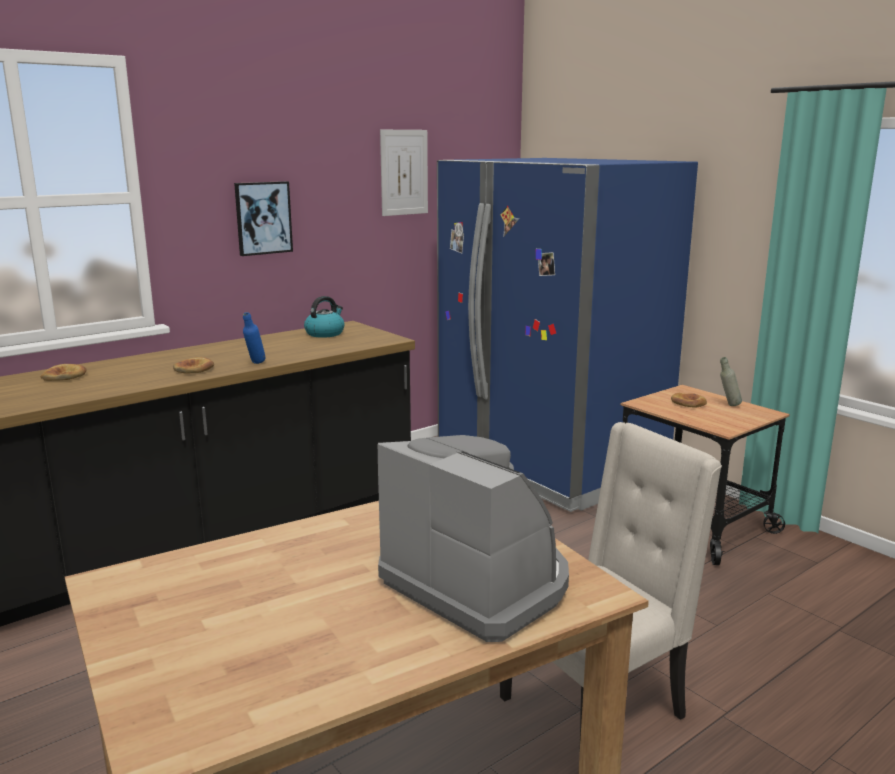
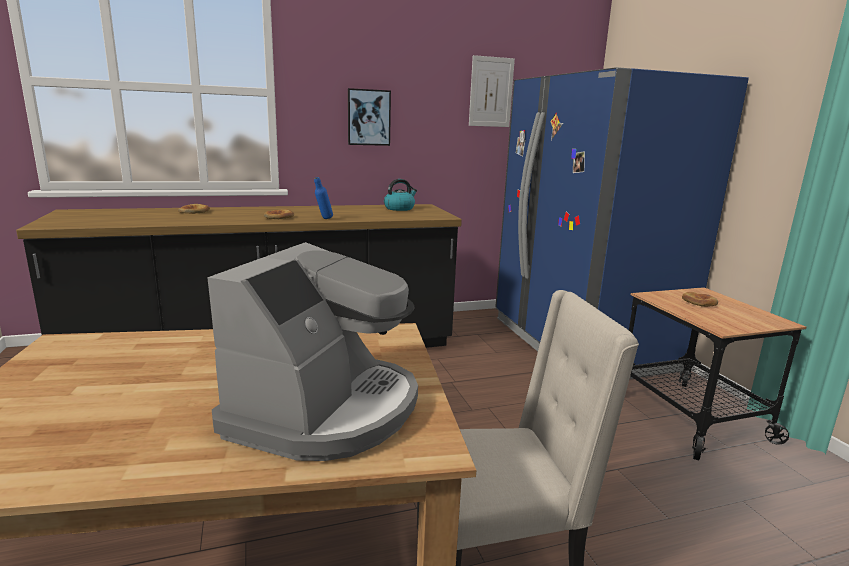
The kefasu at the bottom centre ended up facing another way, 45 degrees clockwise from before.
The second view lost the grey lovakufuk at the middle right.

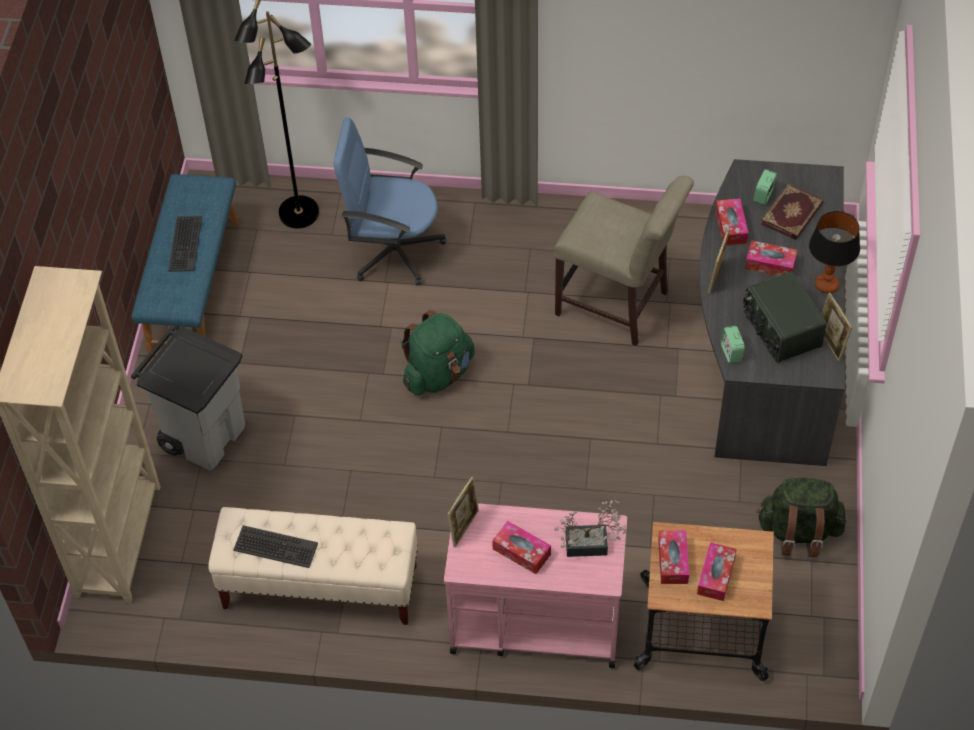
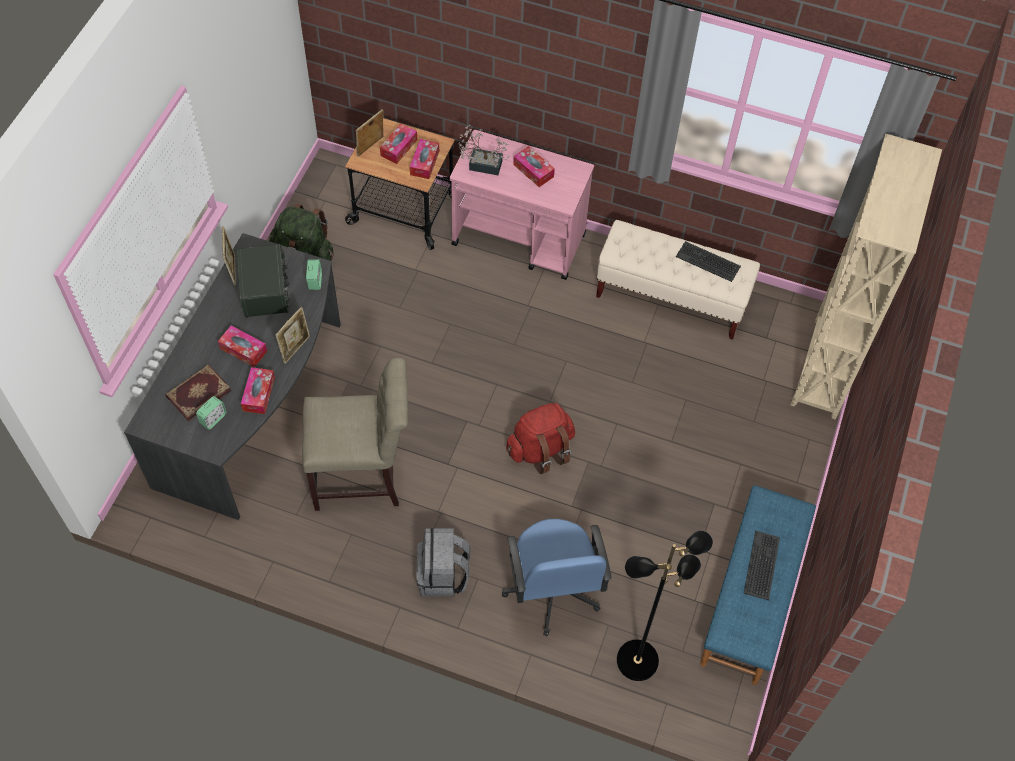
The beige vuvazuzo at the centre ended up facing another way, 135 degrees clockwise from before.
The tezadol (no. 1 from left in the first image) ended up elsewhere, having gone from the bottom centre to the top centre.
The second view gained the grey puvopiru at the bottom centre.
The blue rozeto at the top centre ended up facing another way, 60 degrees clockwise from before.
What was the green puvopiru (no. 1 from left) at the centre turned into the red puvopiru at the centre.
The second view lost the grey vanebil at the middle left.
The second view lost the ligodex at the middle right.

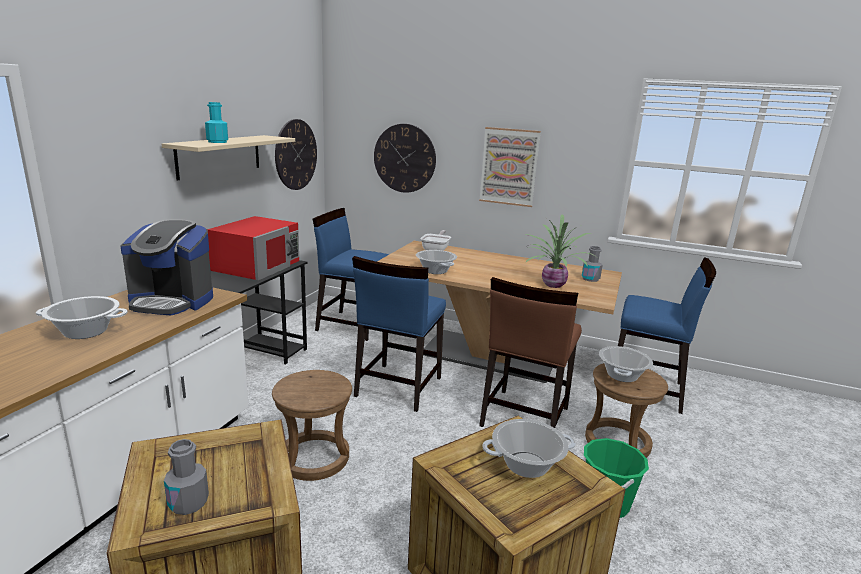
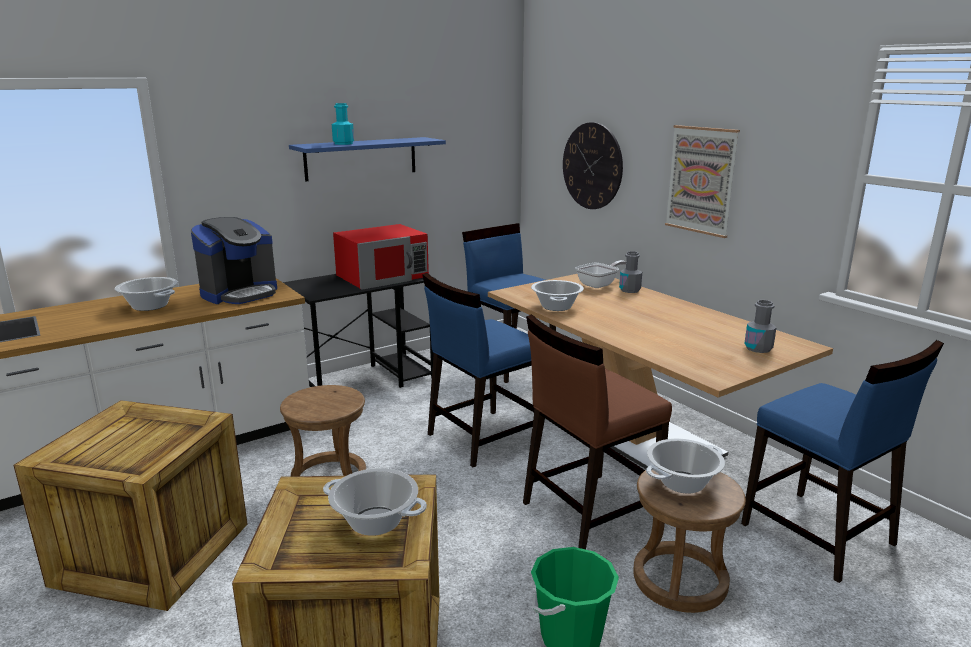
The kefasu at the middle left ended up facing another way, 90 degrees counterclockwise from before.
What was the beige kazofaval at the top left turned into the blue kazofaval at the top centre.
The grey lovakufuk (no. 1 from left) ended up elsewhere, having gone from the bottom left to the centre.
The second view lost the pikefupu (no. 1 from left) at the top centre.
The second view lost the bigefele at the centre.

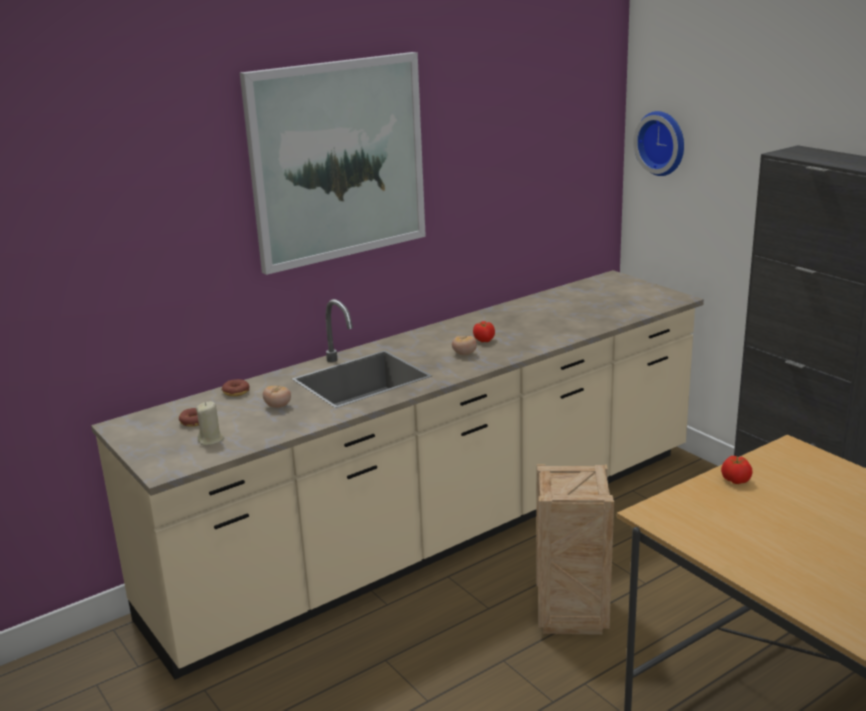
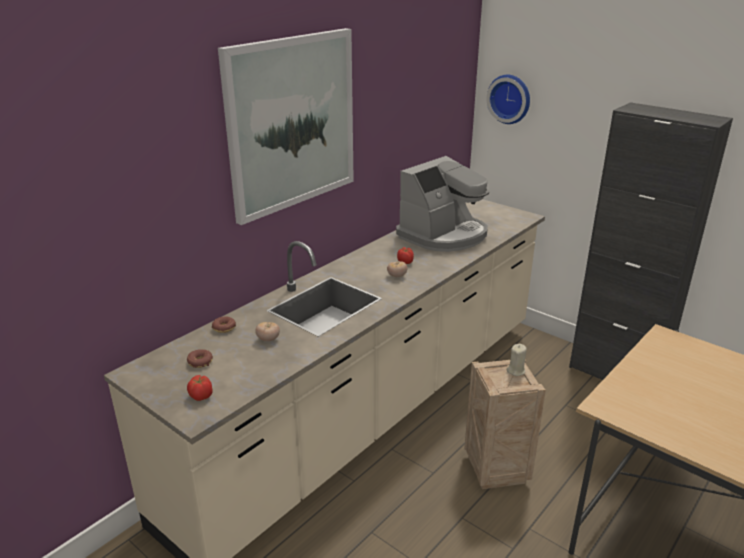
The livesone (no. 4 from left in the first image) ended up elsewhere, having gone from the middle right to the bottom left.
The second view gained the kefasu at the centre.
The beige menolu ended up elsewhere, having gone from the middle left to the middle right.

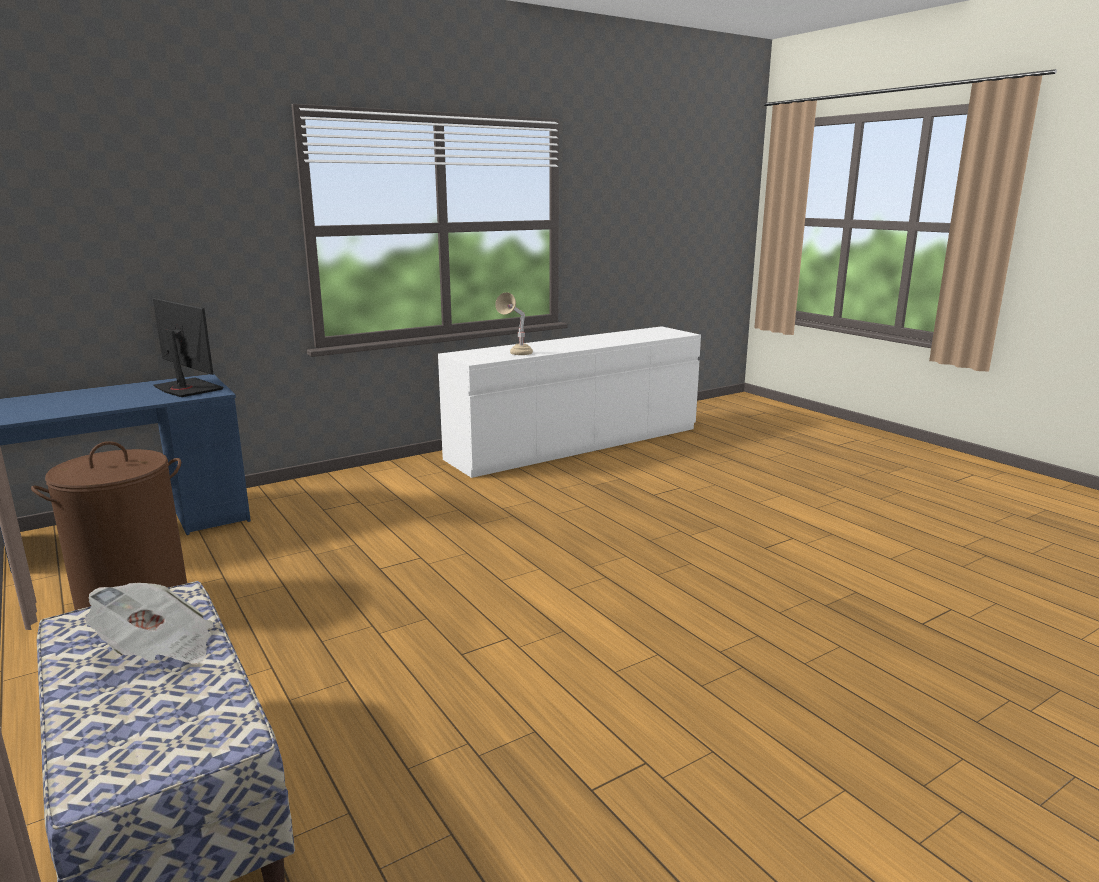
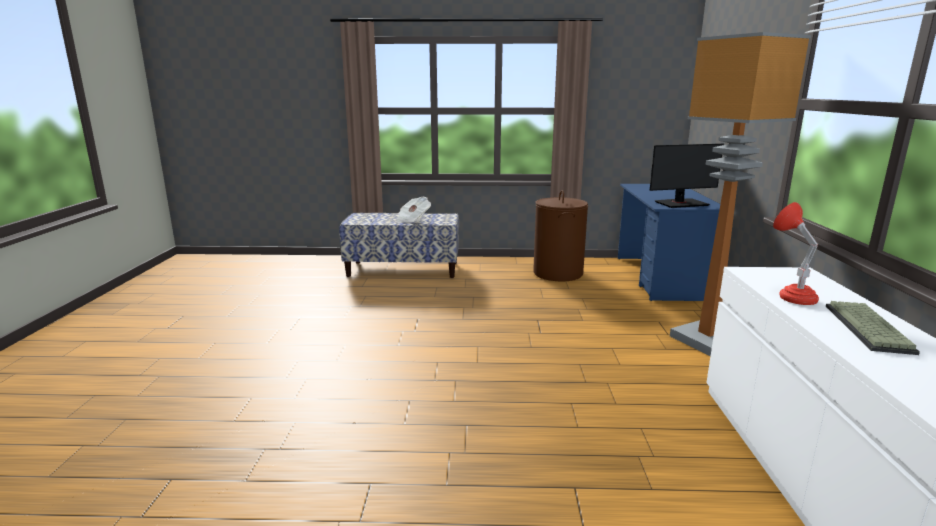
The second view gained the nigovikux at the middle right.
What was the beige ligodex at the centre turned into the red ligodex at the middle right.
The second view gained the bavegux at the middle right.

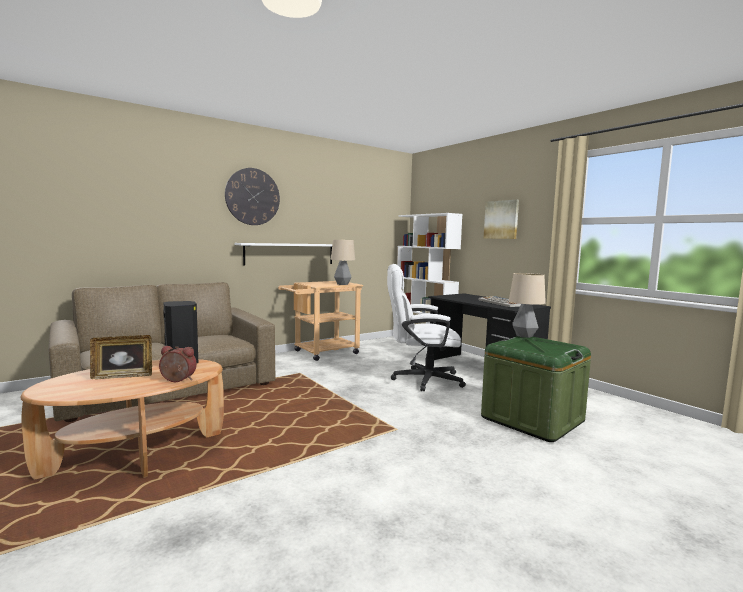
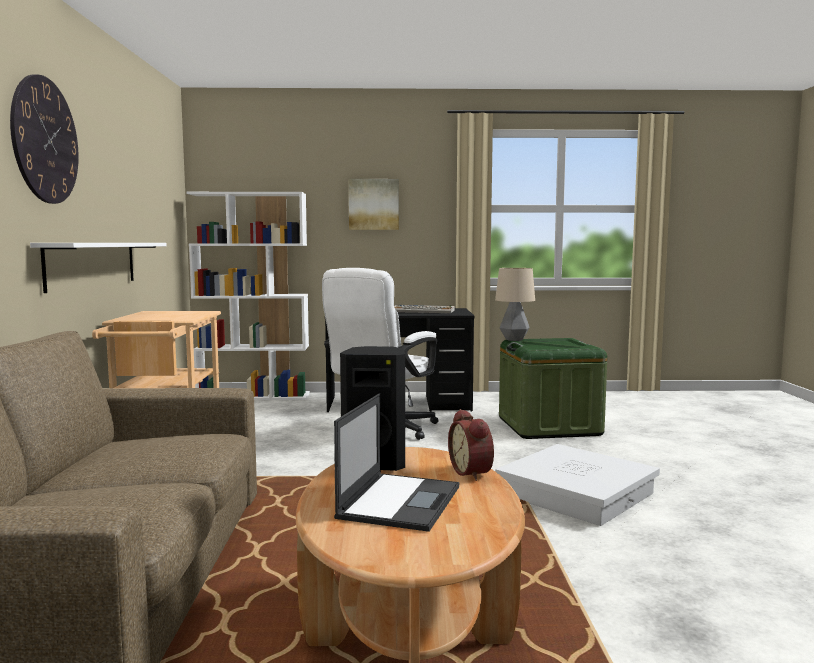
Where the tezadol stood at the middle left, the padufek came to stand at the bottom centre.
The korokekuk at the middle left ended up facing another way, 60 degrees counterclockwise from before.
The second view gained the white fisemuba at the bottom right.
The second view lost the ligodex (no. 1 from left) at the centre.

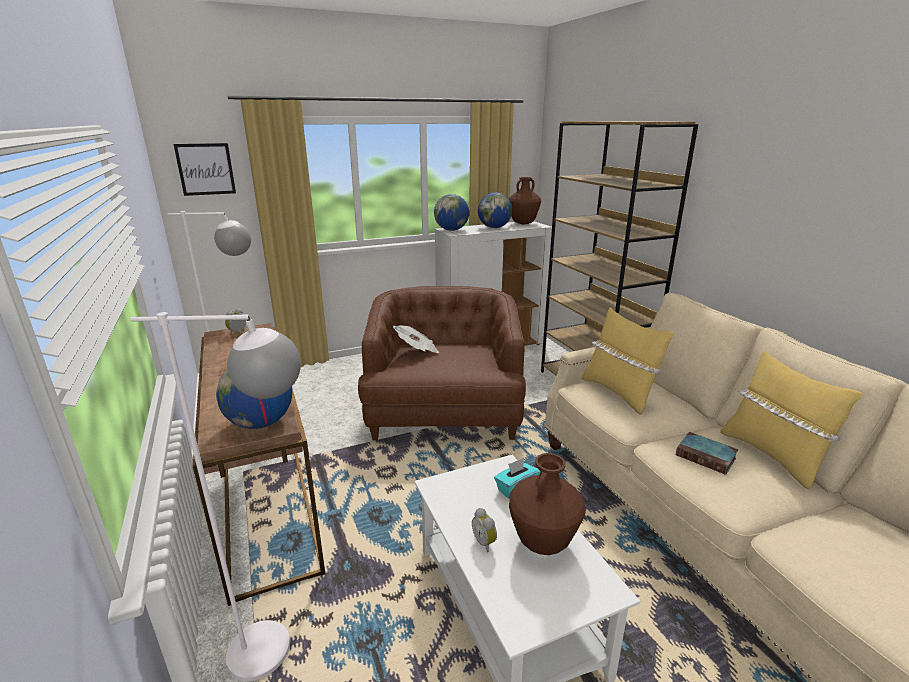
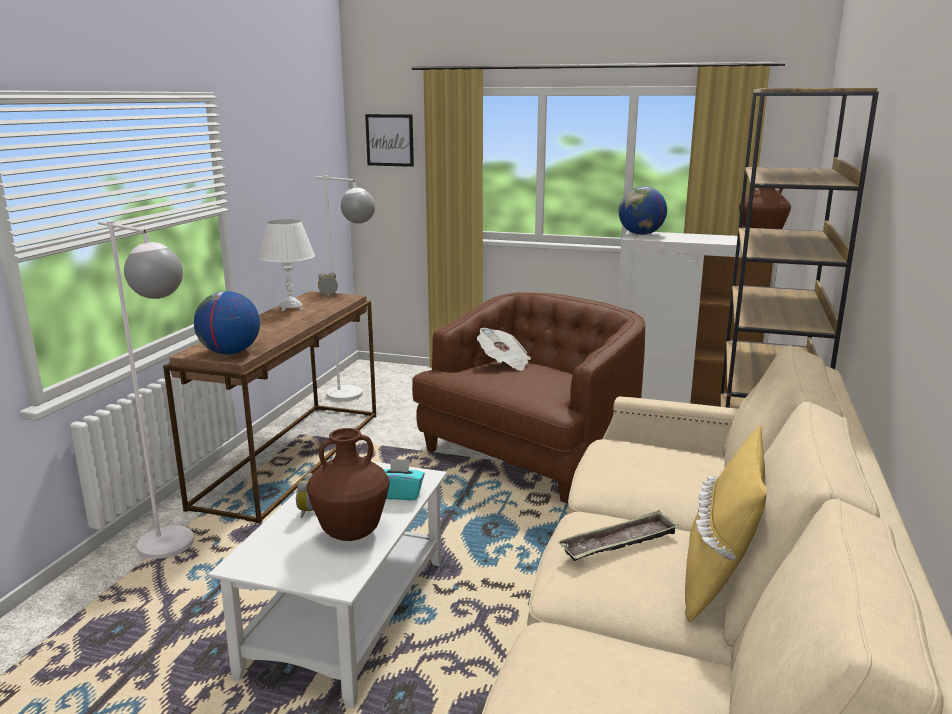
The second view gained the white ligodex at the middle left.
Where the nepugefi stood at the middle right, the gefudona came to stand at the bottom centre.
The second view lost the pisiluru (no. 3 from left) at the top centre.
The second view lost the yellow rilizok (no. 1 from left) at the middle right.

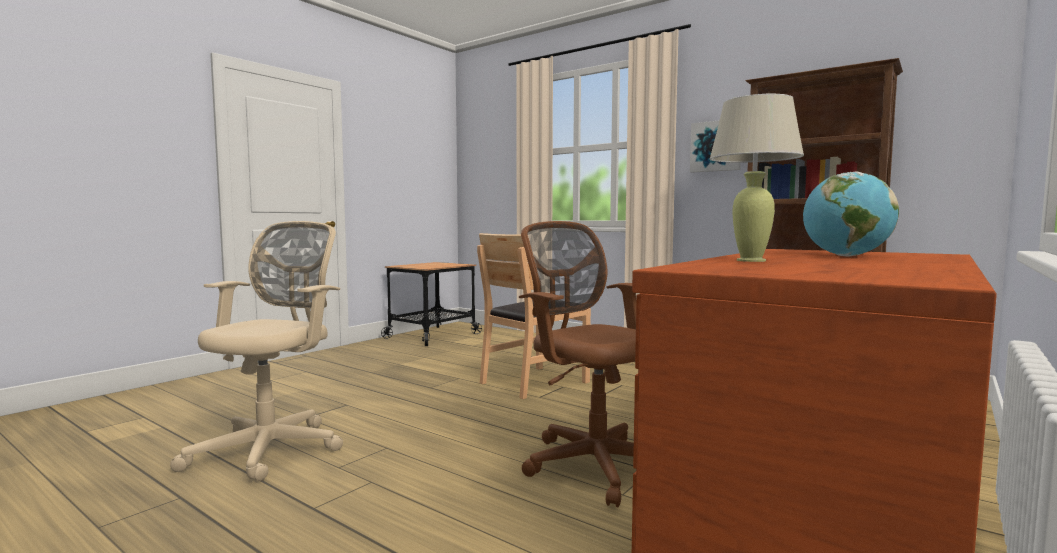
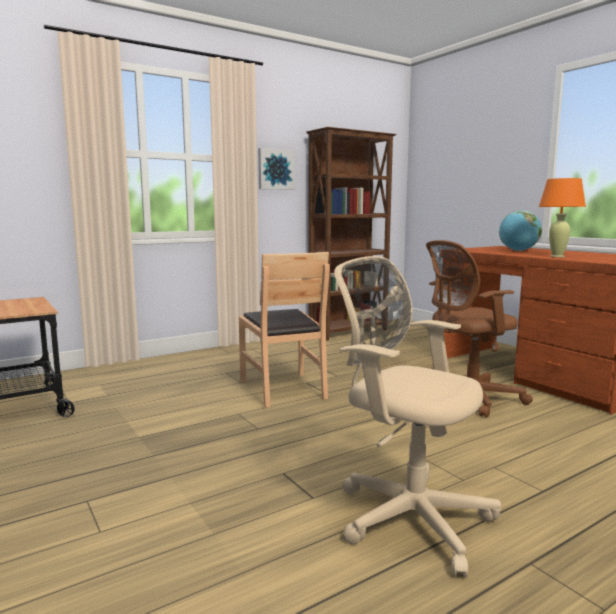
What was the beige ligodex at the top right turned into the orange ligodex at the middle right.

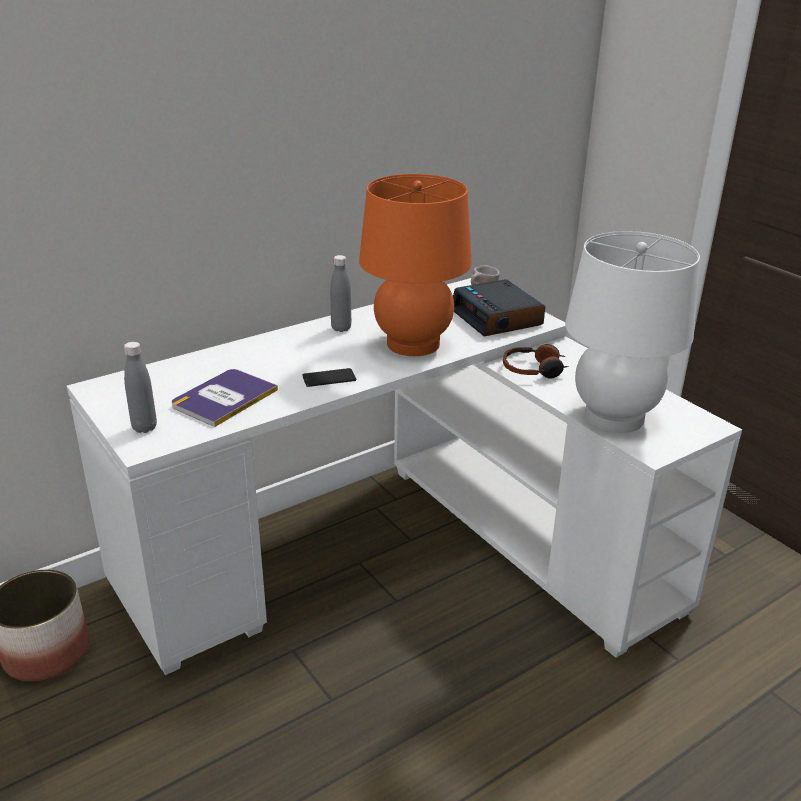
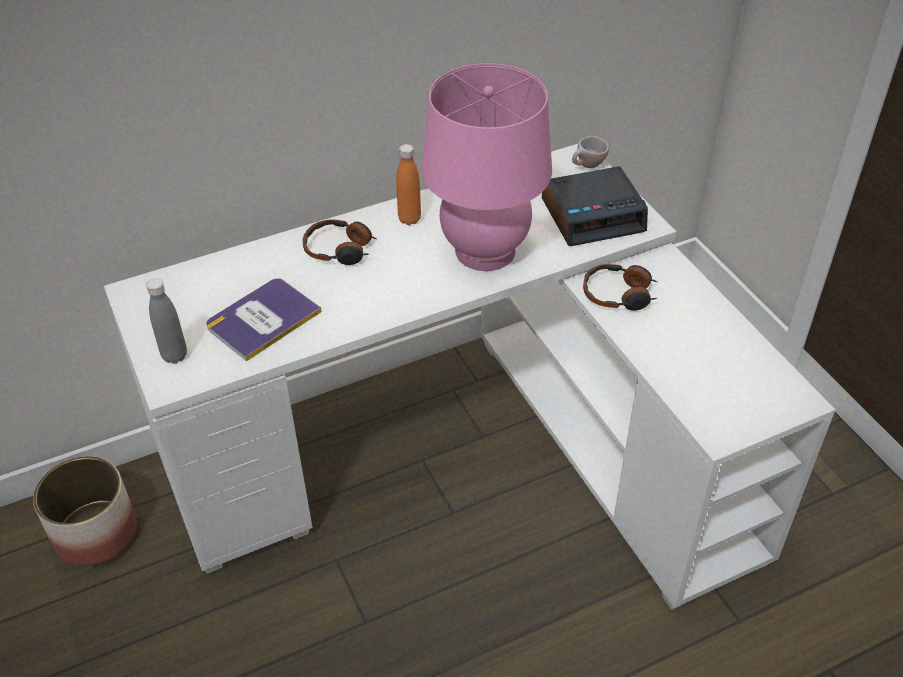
The second view gained the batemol (no. 1 from left) at the centre.
What was the grey lovakufuk (no. 2 from left) at the centre turned into the orange lovakufuk at the top centre.
What was the orange ligodex at the top centre turned into the pink ligodex at the top centre.
The korokekuk at the centre ended up facing another way, 90 degrees counterclockwise from before.
The second view lost the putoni at the centre.
The second view lost the white ligodex at the middle right.

